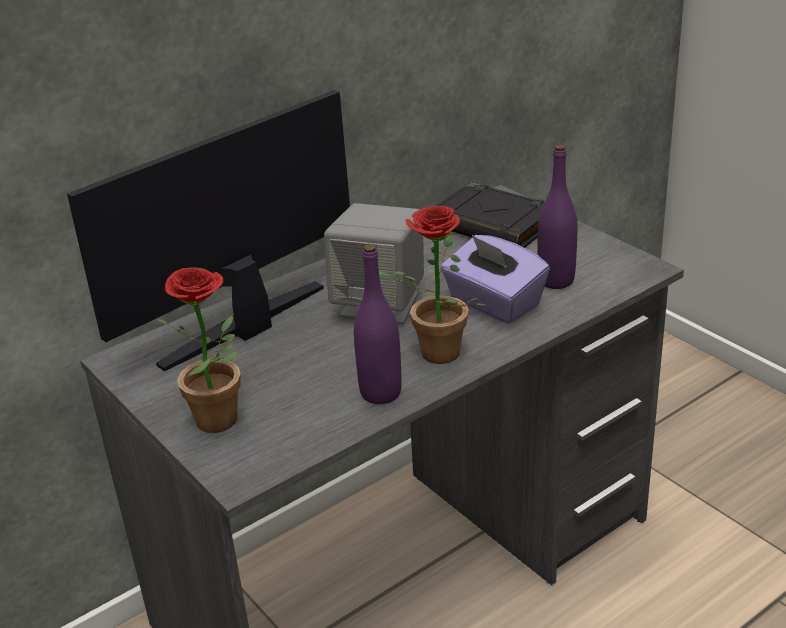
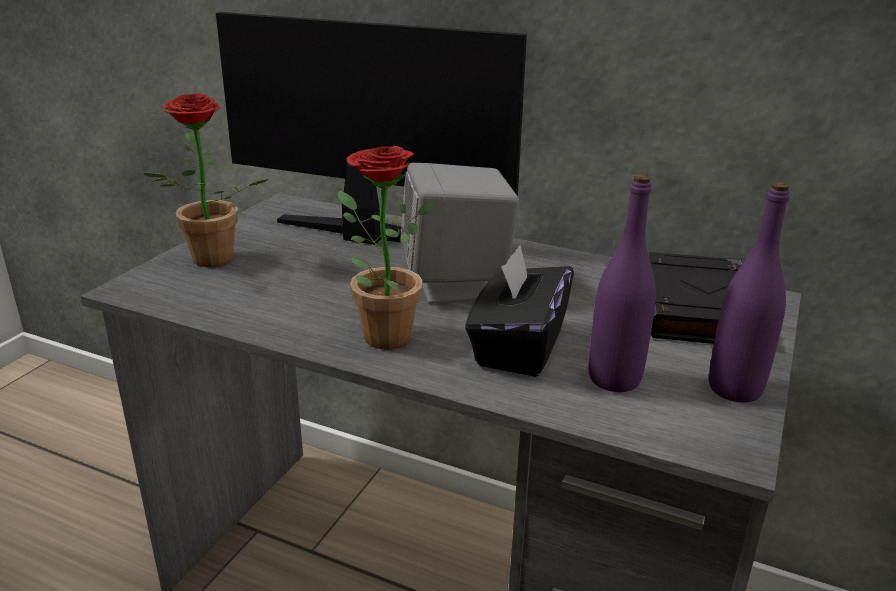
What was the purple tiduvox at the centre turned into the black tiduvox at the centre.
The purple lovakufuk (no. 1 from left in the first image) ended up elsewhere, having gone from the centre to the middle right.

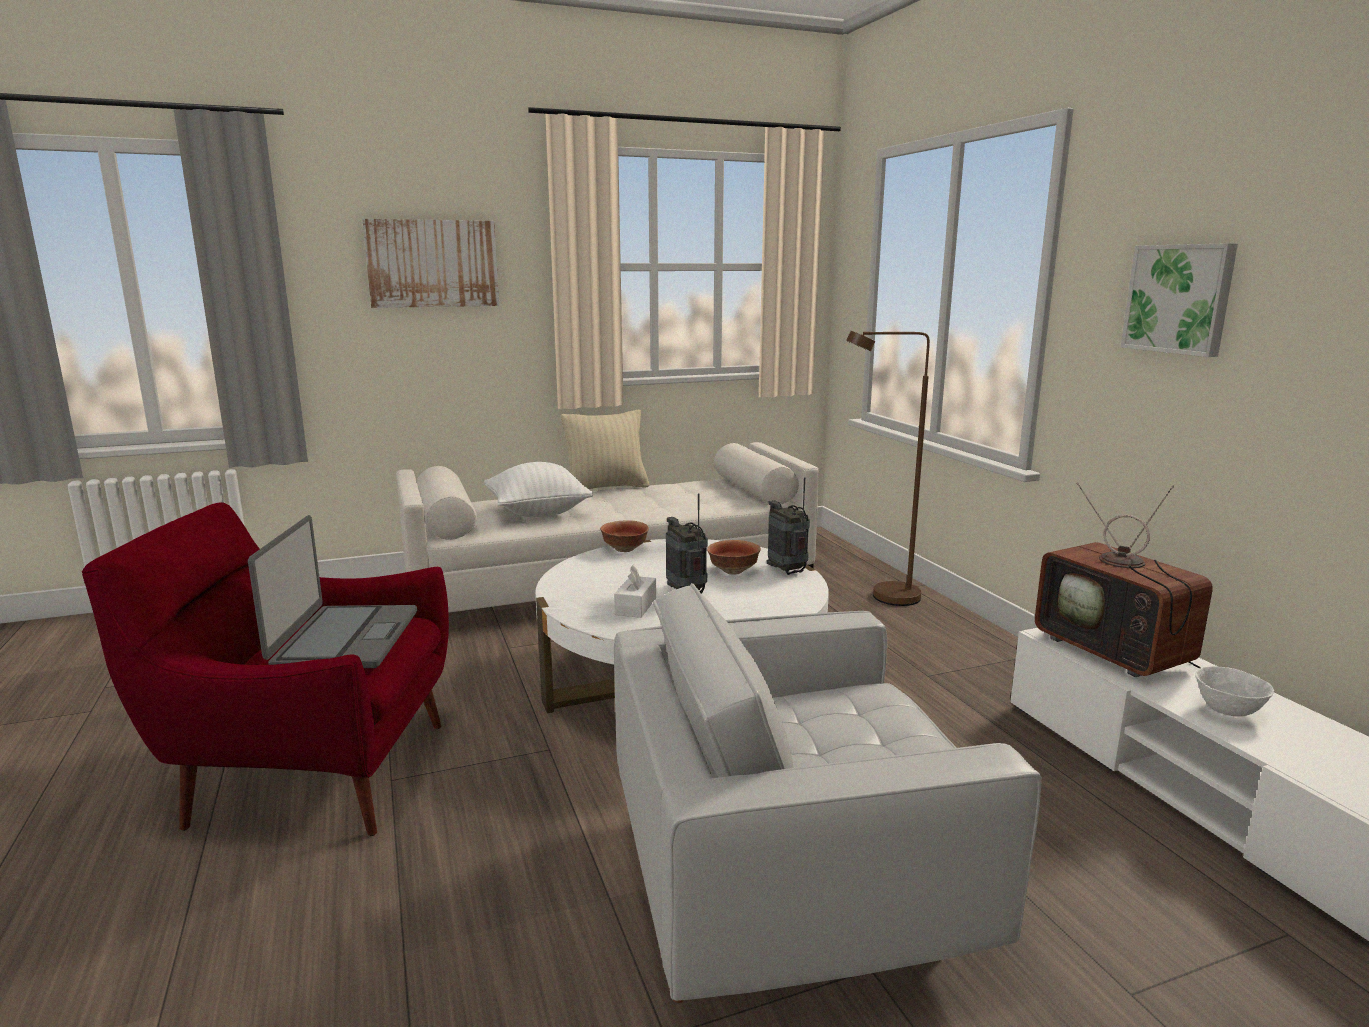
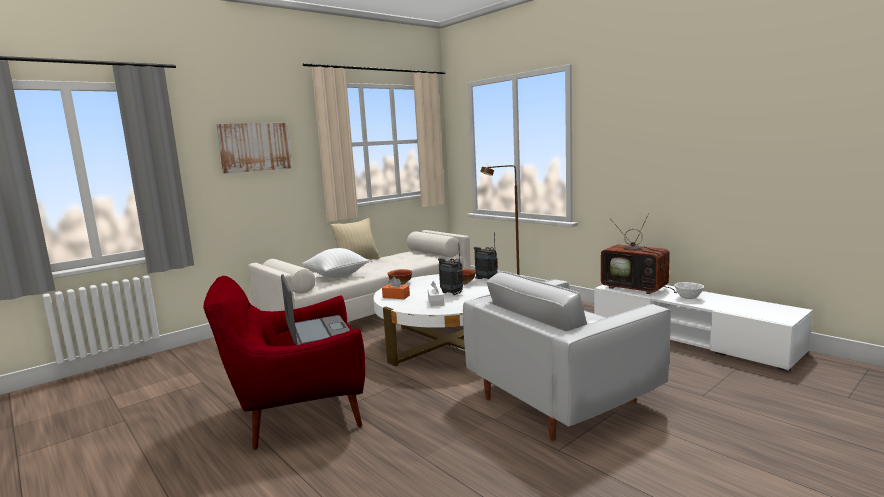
The second view gained the orange tiduvox at the centre.
The second view lost the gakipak (no. 2 from left) at the top right.

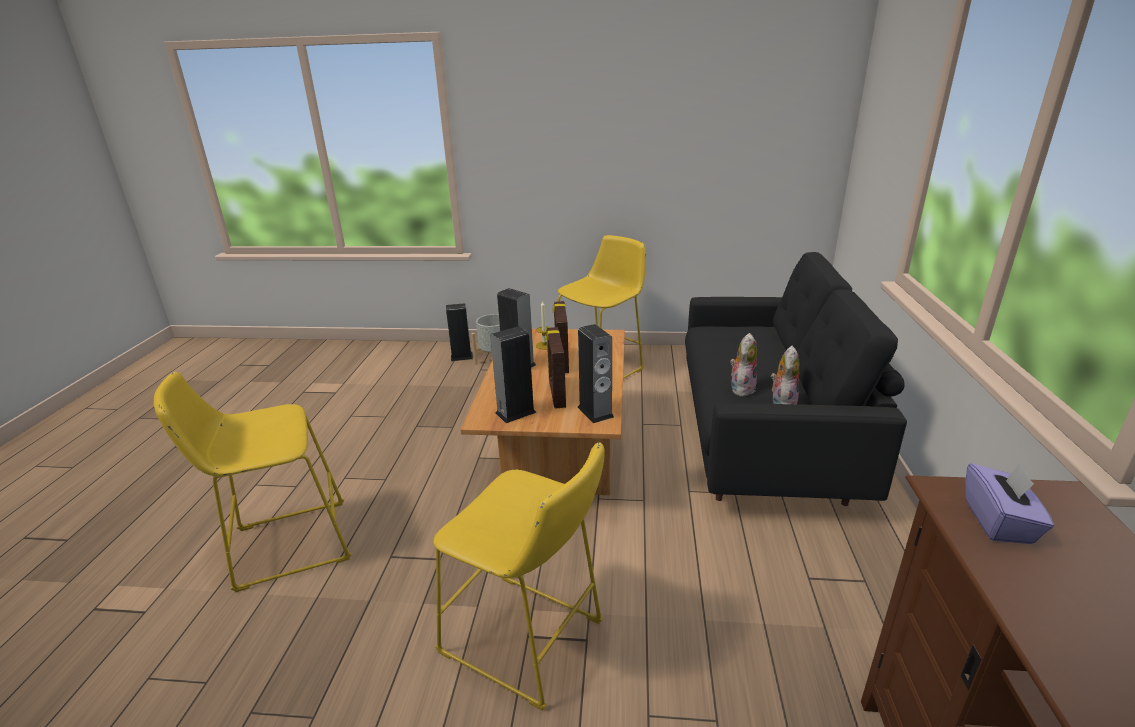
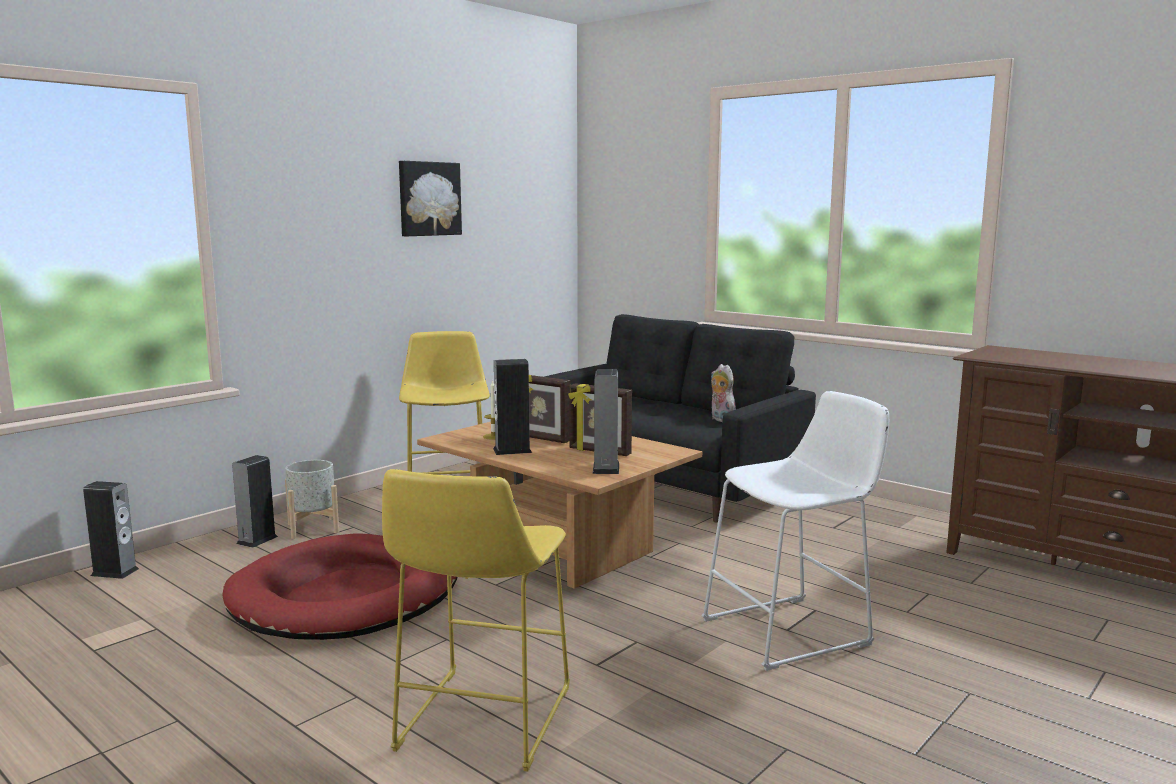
The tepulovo (no. 4 from left in the first image) ended up elsewhere, having gone from the centre to the bottom left.
The second view gained the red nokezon at the bottom left.
The second view gained the gakipak at the top centre.
What was the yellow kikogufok (no. 2 from left) at the bottom centre turned into the white kikogufok at the bottom right.
The second view lost the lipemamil (no. 1 from left) at the centre.
The second view lost the purple tiduvox at the bottom right.

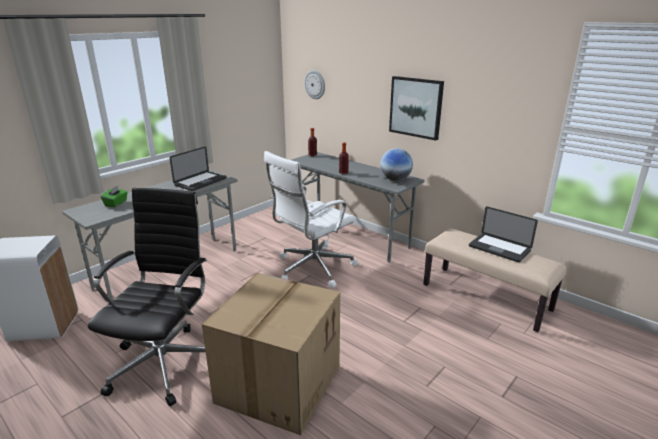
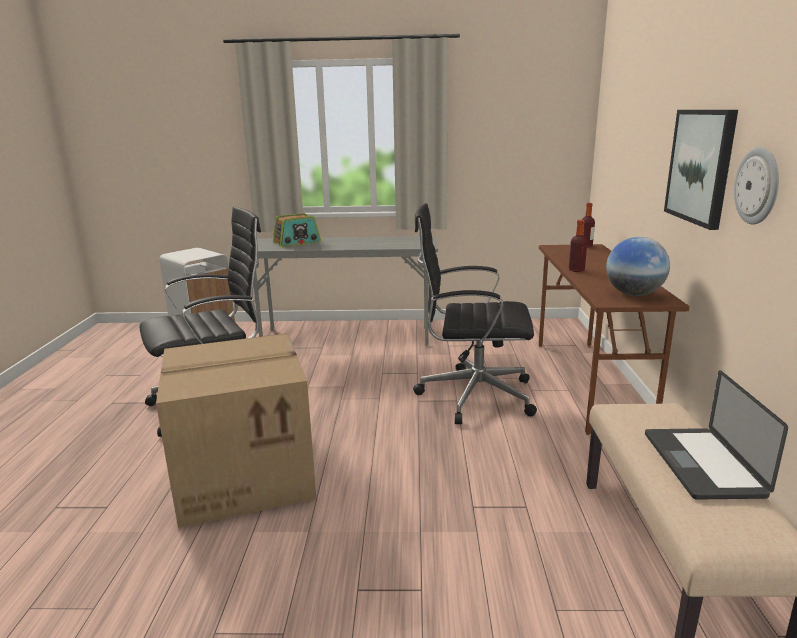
Where the green tiduvox stood at the middle left, the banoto came to stand at the centre.
What was the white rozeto at the centre turned into the black rozeto (no. 2 from left) at the centre.
What was the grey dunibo (no. 2 from left) at the centre turned into the brown dunibo at the middle right.
The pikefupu ended up elsewhere, having gone from the top centre to the top right.
The second view lost the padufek (no. 1 from left) at the middle left.

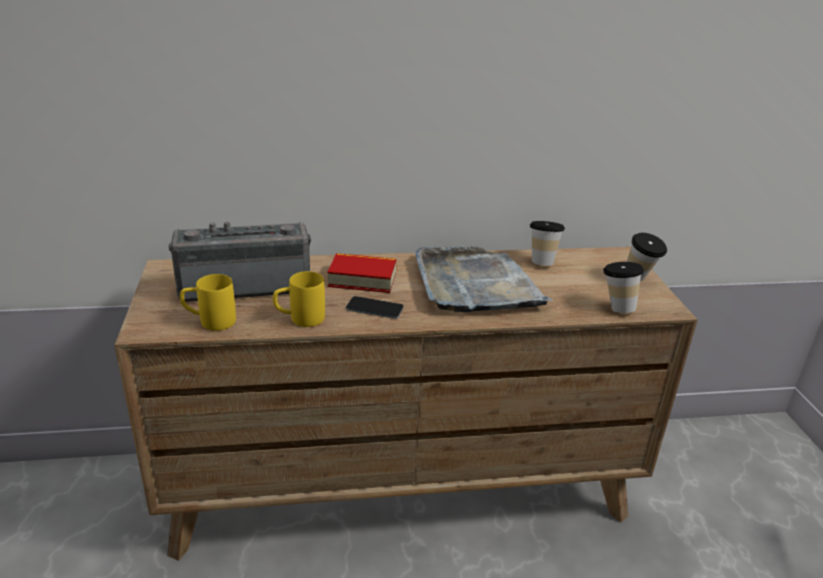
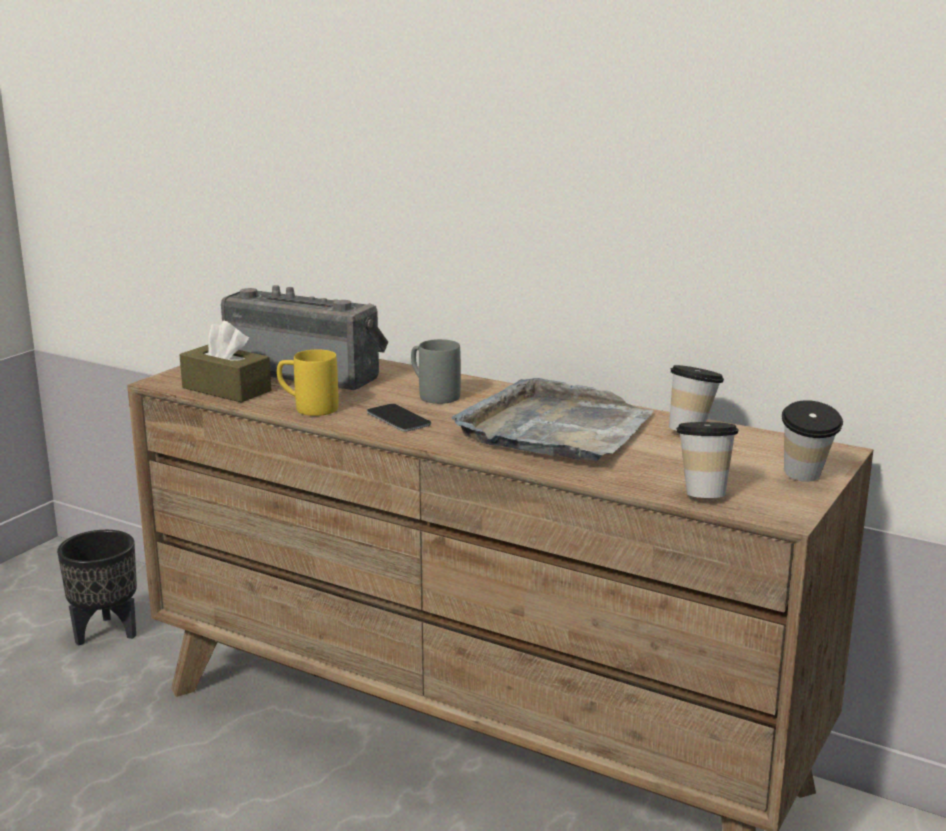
The second view gained the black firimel at the bottom left.
Where the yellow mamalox (no. 1 from left) stood at the middle left, the brown tiduvox came to stand at the middle left.
Where the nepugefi stood at the centre, the grey mamalox came to stand at the centre.

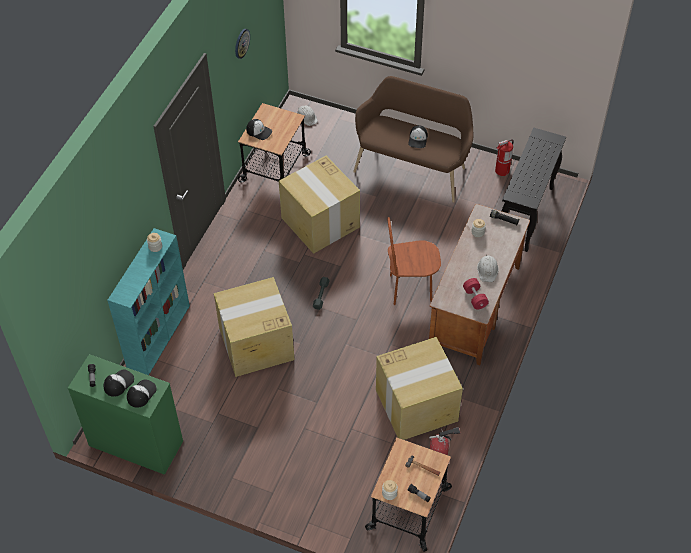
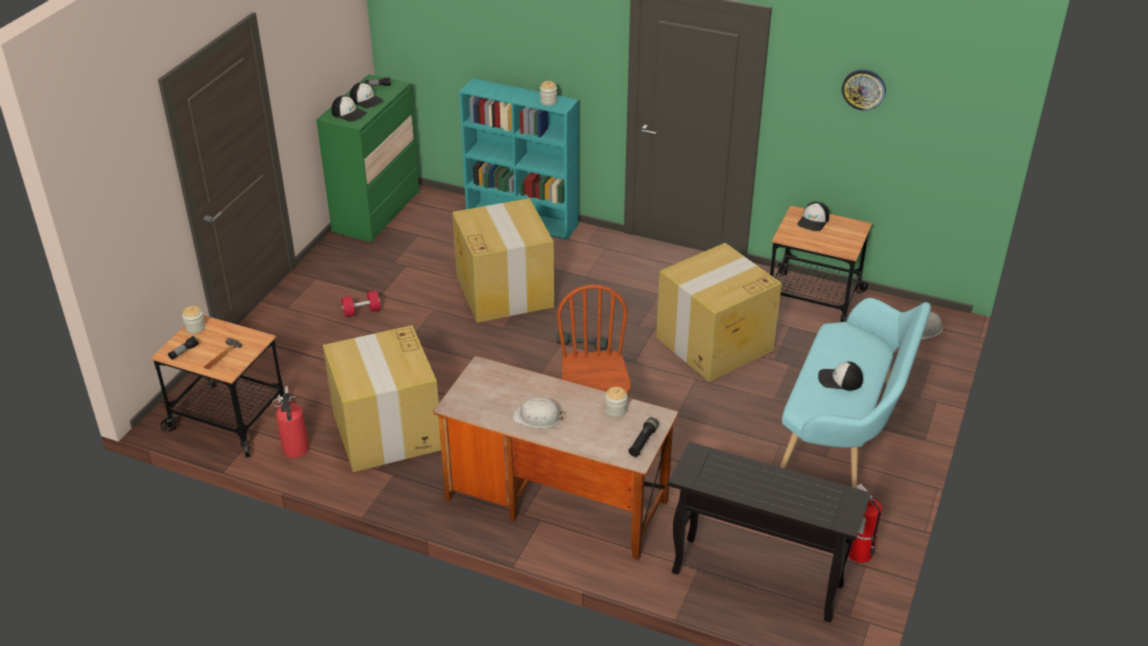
The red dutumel ended up elsewhere, having gone from the middle right to the middle left.
What was the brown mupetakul at the top centre turned into the turquoise mupetakul at the middle right.

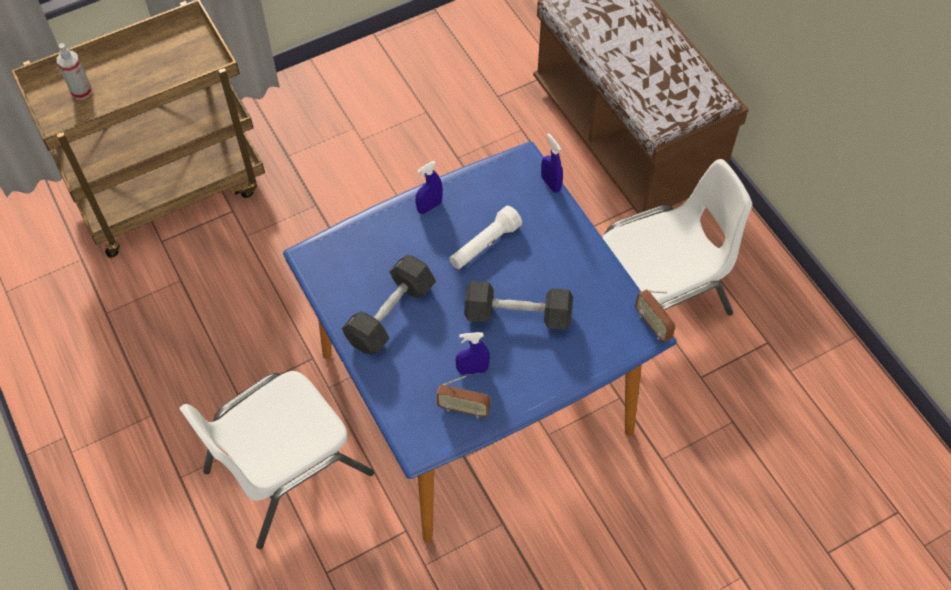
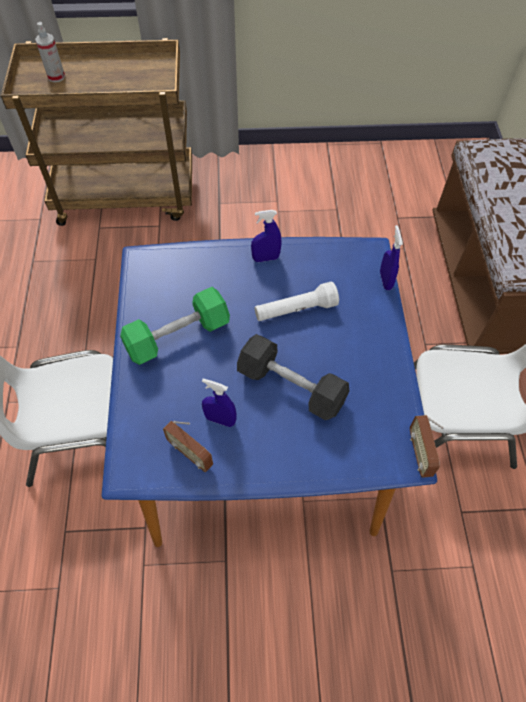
What was the black dutumel (no. 1 from left) at the centre turned into the green dutumel at the middle left.

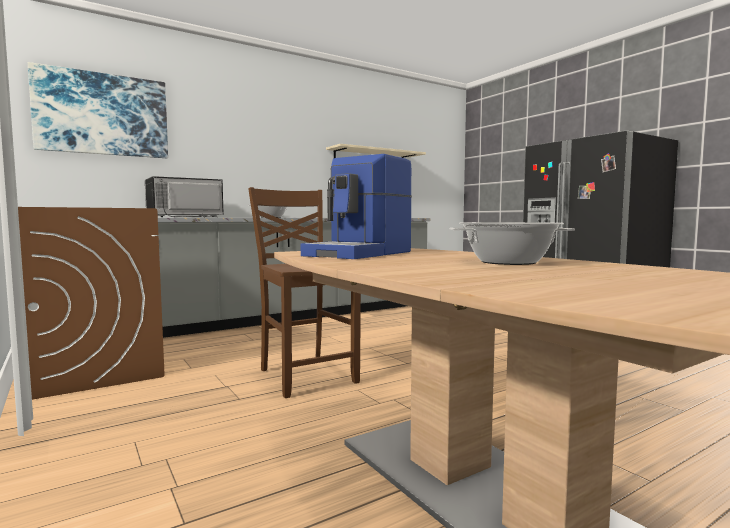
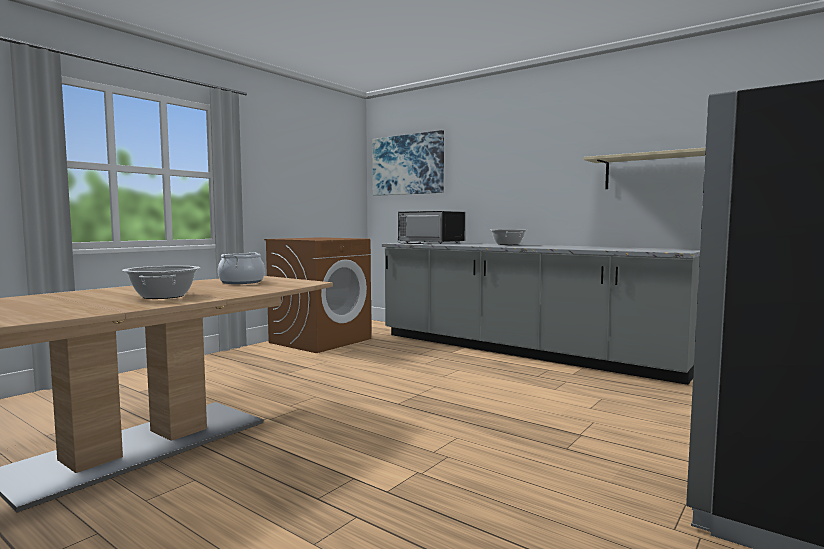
Where the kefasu stood at the centre, the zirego (no. 2 from left) came to stand at the middle left.
The second view lost the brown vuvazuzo at the centre.

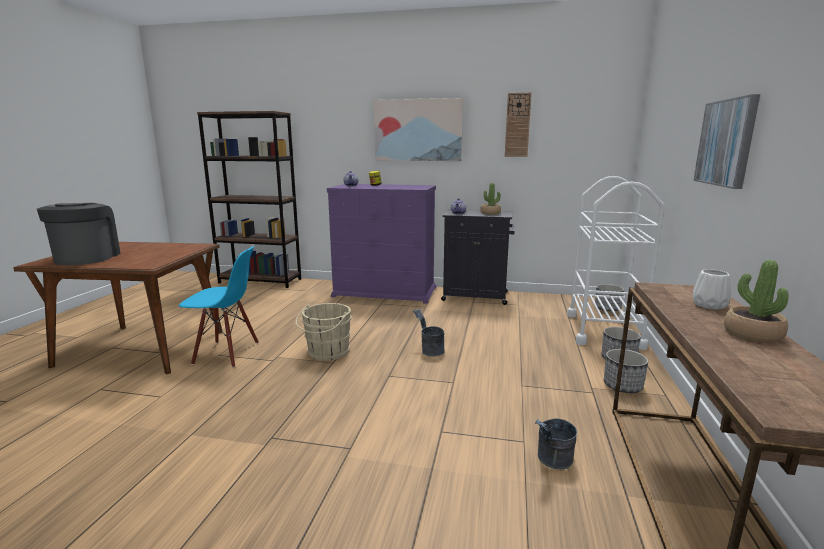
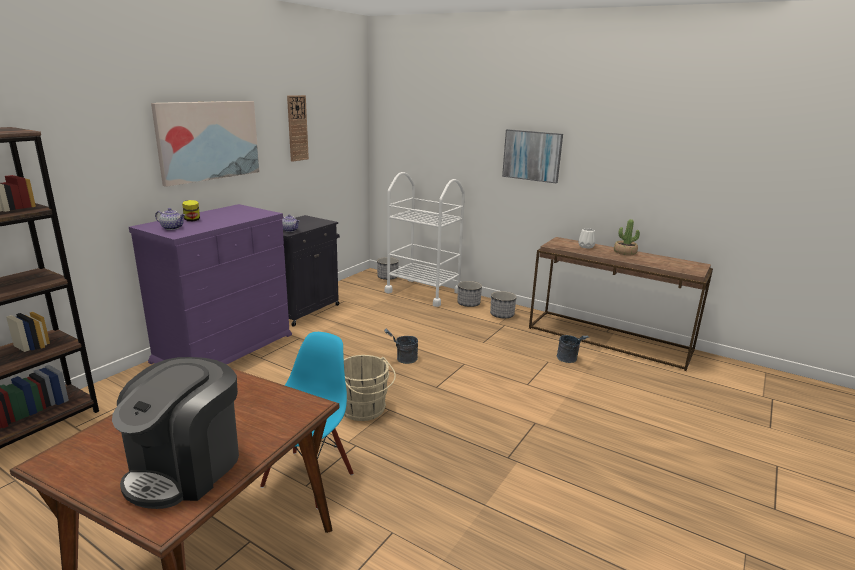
The kefasu at the middle left ended up facing another way, 75 degrees counterclockwise from before.
The second view lost the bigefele (no. 1 from left) at the centre.

